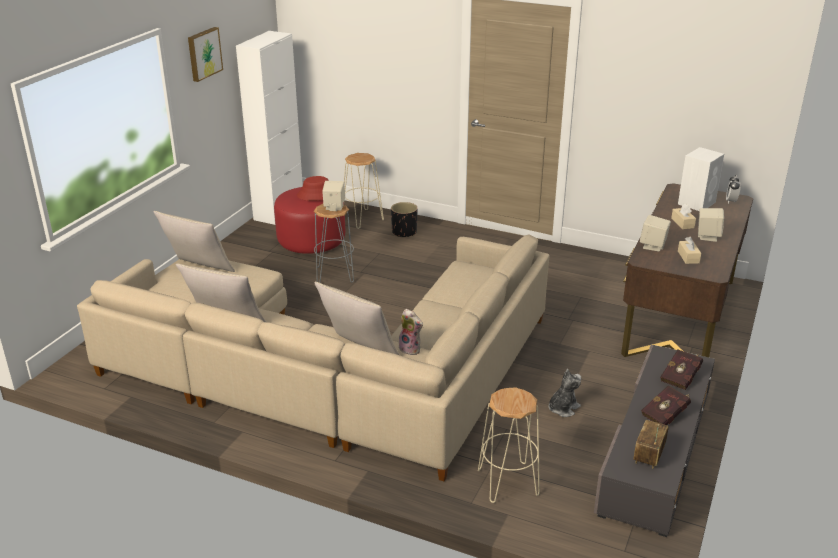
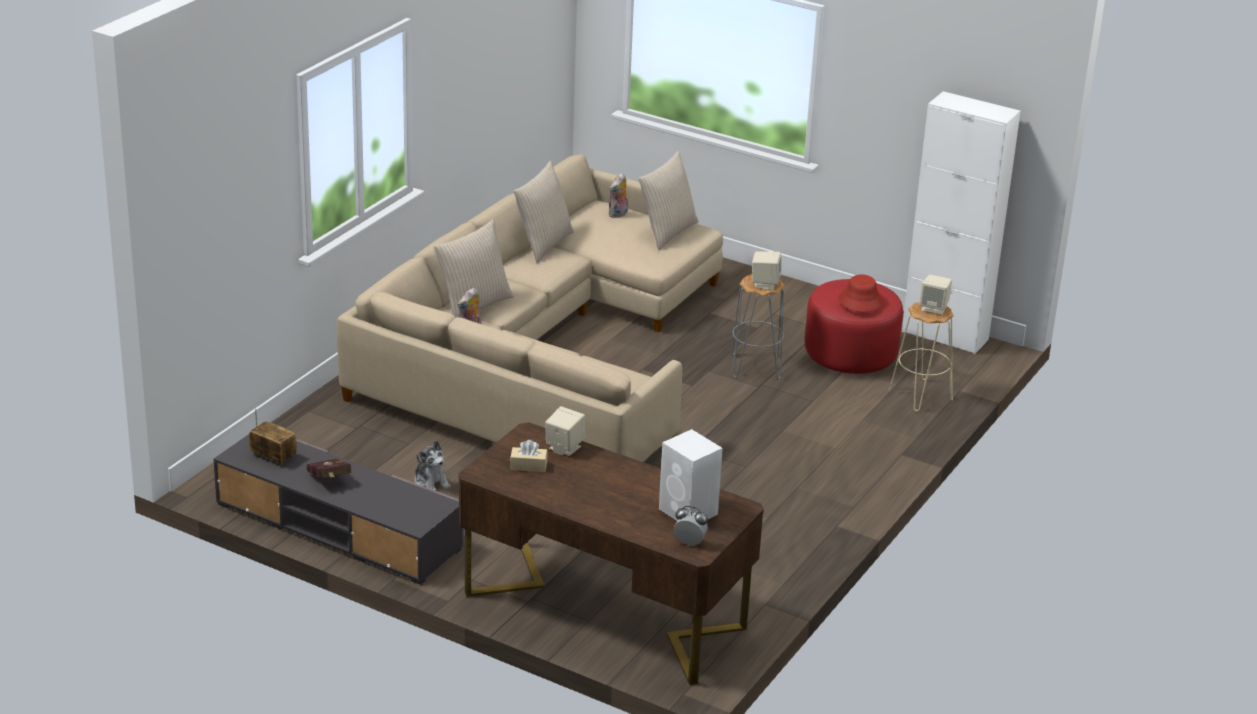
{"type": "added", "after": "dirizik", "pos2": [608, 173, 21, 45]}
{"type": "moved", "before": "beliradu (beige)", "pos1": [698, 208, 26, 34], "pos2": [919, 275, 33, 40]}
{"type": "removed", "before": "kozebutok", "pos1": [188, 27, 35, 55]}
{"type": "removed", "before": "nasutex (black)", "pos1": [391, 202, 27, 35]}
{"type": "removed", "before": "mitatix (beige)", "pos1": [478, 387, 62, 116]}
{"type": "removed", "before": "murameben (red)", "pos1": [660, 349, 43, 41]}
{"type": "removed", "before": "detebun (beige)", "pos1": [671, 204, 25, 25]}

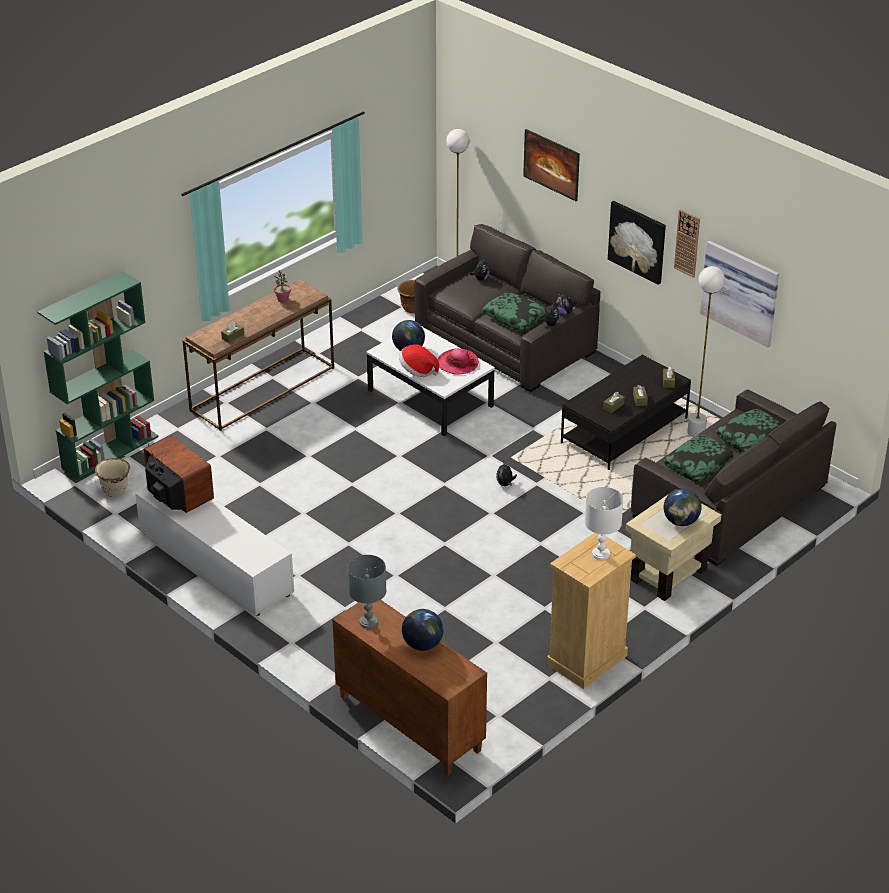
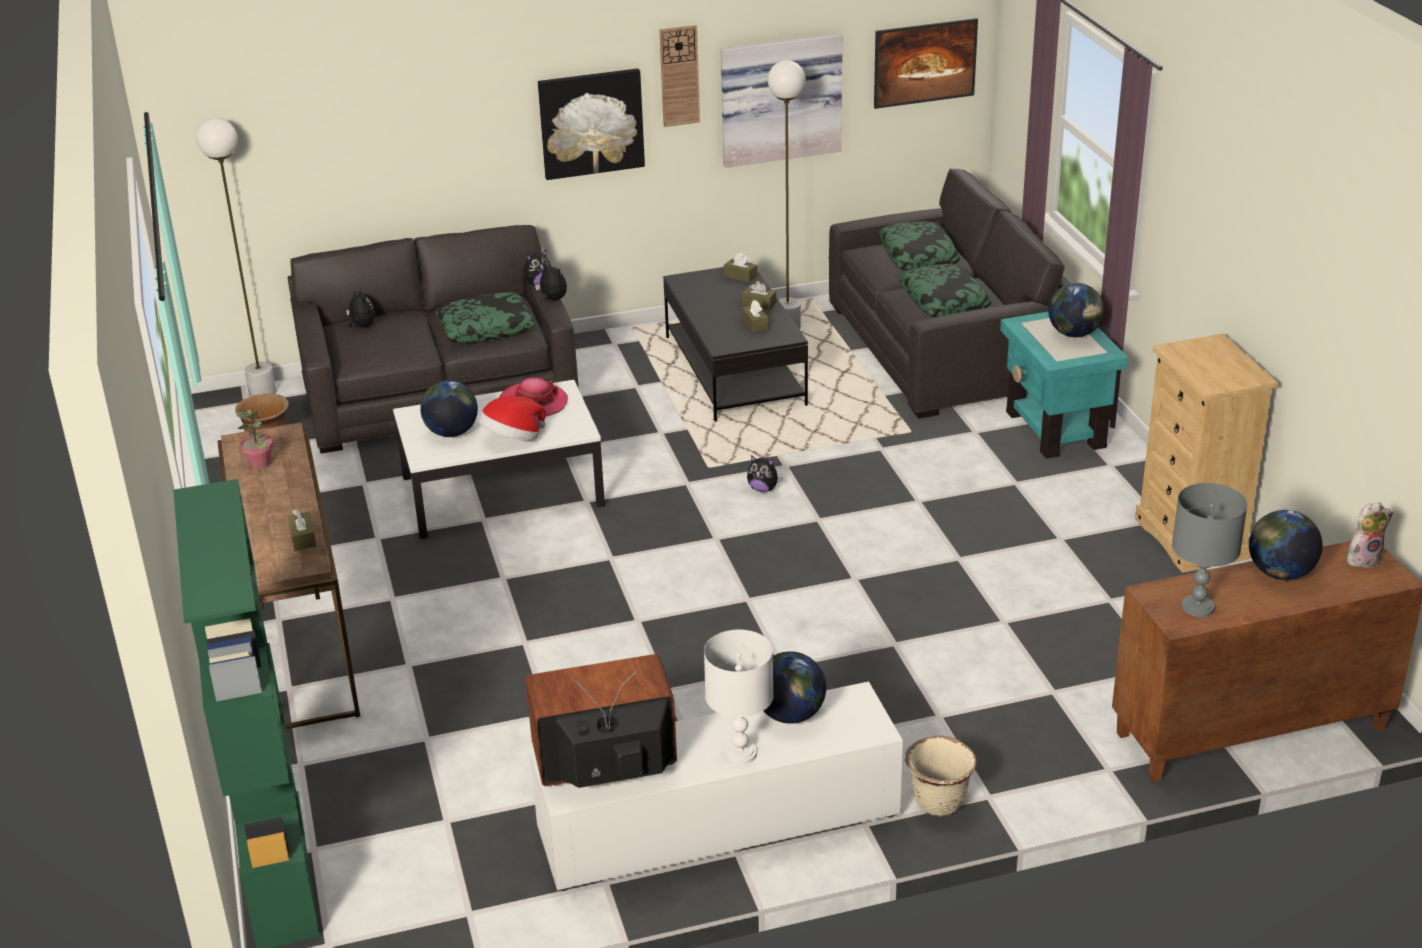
{"type": "moved", "before": "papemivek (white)", "pos1": [584, 487, 39, 73], "pos2": [704, 630, 70, 135]}
{"type": "added", "after": "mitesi", "pos2": [764, 651, 62, 73]}
{"type": "moved", "before": "kozebutok", "pos1": [523, 129, 57, 72], "pos2": [874, 18, 104, 91]}
{"type": "moved", "before": "nasutex (beige)", "pos1": [95, 458, 35, 39], "pos2": [905, 736, 72, 80]}
{"type": "recoloured", "before": "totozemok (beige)", "after": "totozemok (turquoise)", "pos1": [625, 489, 96, 112], "pos2": [1000, 312, 128, 147]}
{"type": "added", "after": "dirizik", "pos2": [1347, 502, 46, 68]}

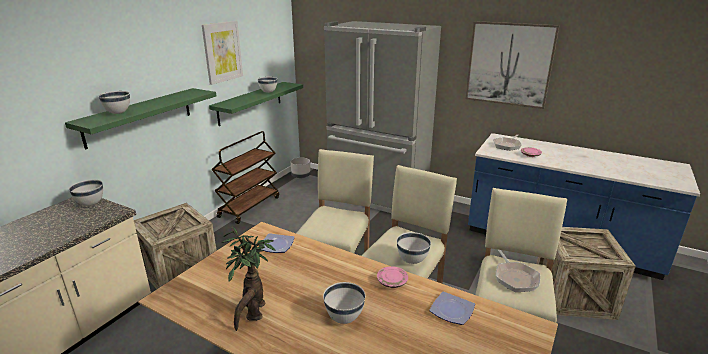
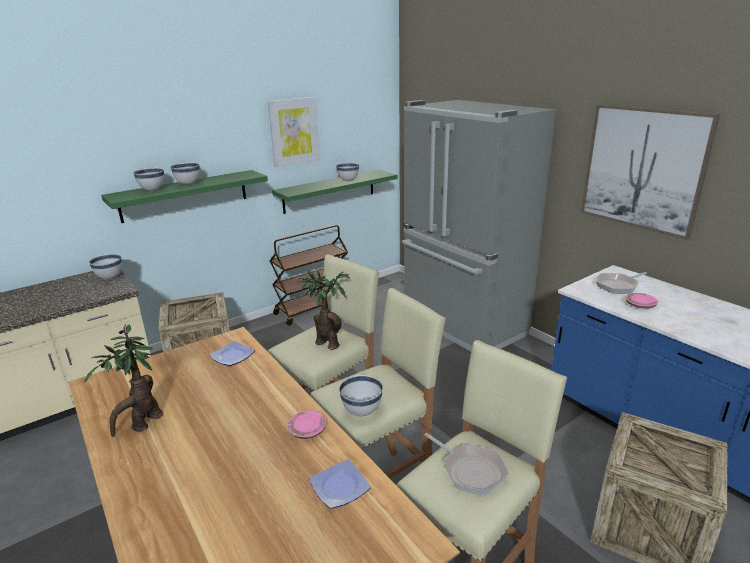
{"type": "moved", "before": "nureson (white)", "pos1": [323, 282, 42, 42], "pos2": [170, 162, 30, 23]}
{"type": "added", "after": "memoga", "pos2": [298, 270, 52, 80]}
{"type": "turned", "before": "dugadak", "pos1": [496, 249, 44, 43], "pos2": [425, 433, 84, 62], "turn": -60}
{"type": "removed", "before": "nasutex (grey)", "pos1": [291, 158, 20, 20]}

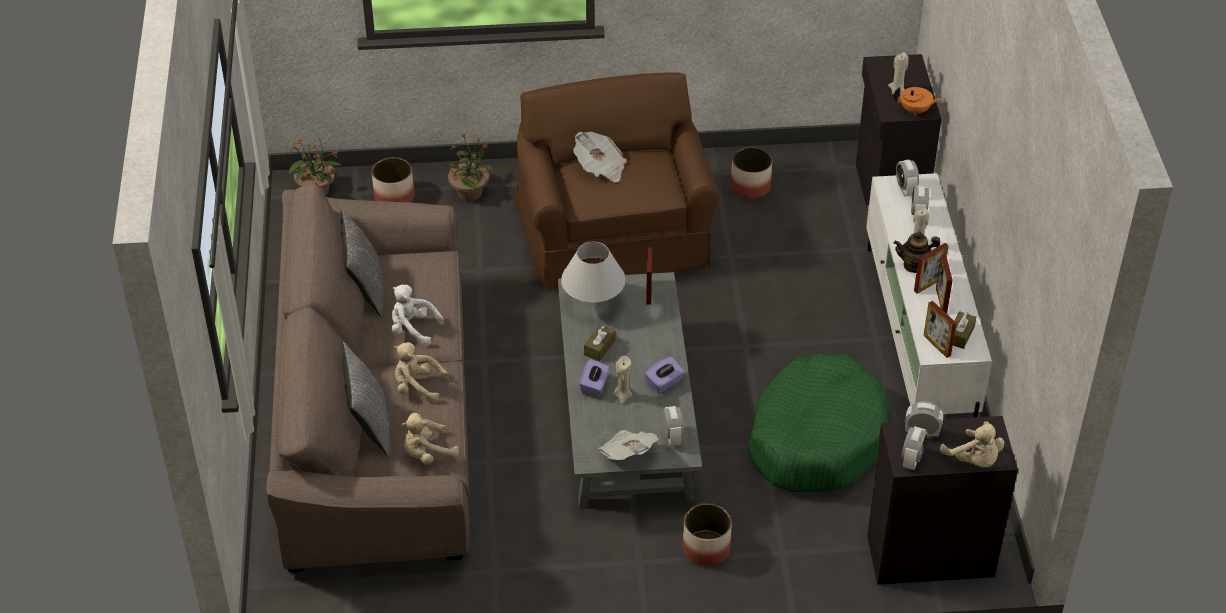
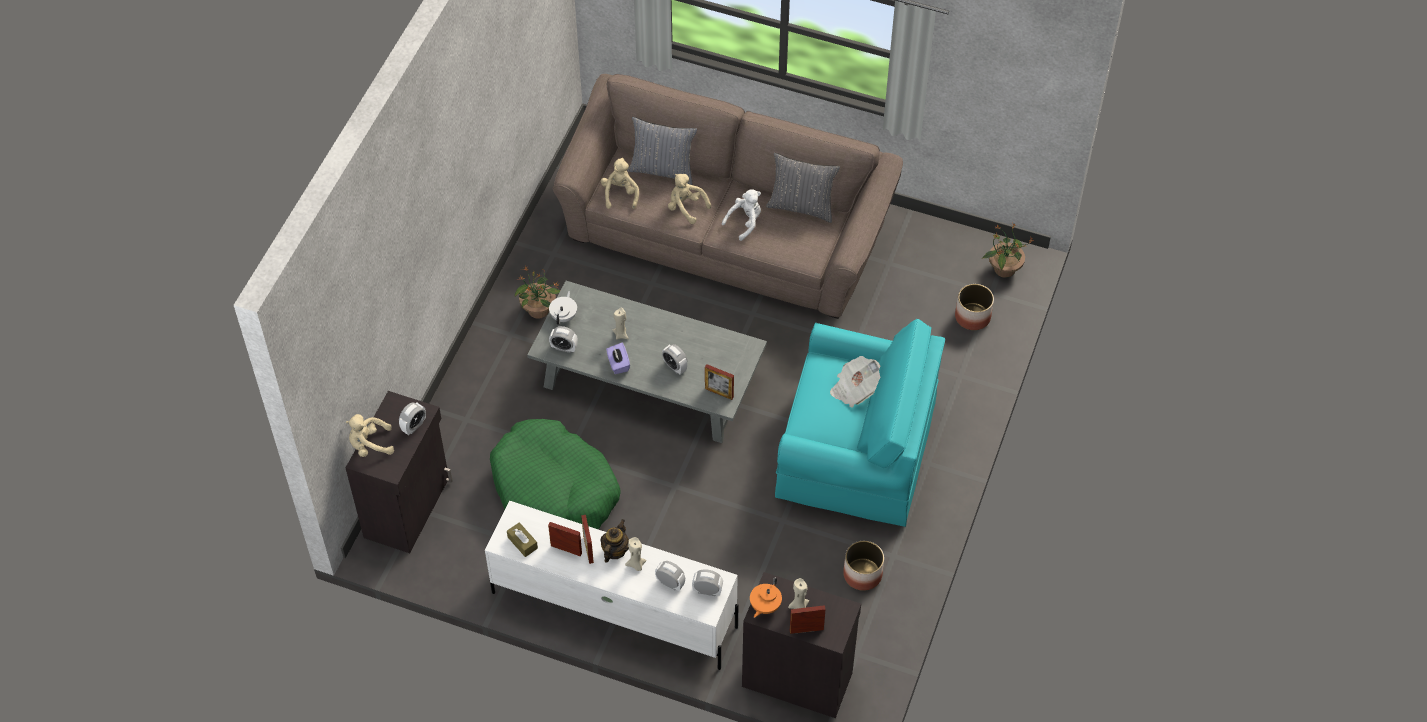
{"type": "moved", "before": "memoga", "pos1": [448, 134, 46, 67], "pos2": [515, 266, 45, 52]}
{"type": "replaced", "before": "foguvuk", "after": "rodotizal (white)", "pos1": [598, 430, 61, 30], "pos2": [549, 291, 28, 34]}
{"type": "moved", "before": "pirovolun", "pos1": [902, 426, 26, 44], "pos2": [662, 344, 25, 31]}
{"type": "turned", "before": "dirizik (beige)", "pos1": [394, 342, 54, 61], "pos2": [668, 174, 43, 50], "turn": -90}
{"type": "recoloured", "before": "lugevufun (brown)", "after": "lugevufun (turquoise)", "pos1": [514, 72, 205, 219], "pos2": [775, 319, 170, 208]}
{"type": "moved", "before": "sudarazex", "pos1": [923, 301, 33, 57], "pos2": [790, 605, 36, 29]}
{"type": "removed", "before": "papemivek (white)", "pos1": [561, 242, 65, 63]}
{"type": "removed", "before": "detebun (purple)", "pos1": [580, 359, 29, 38]}
{"type": "removed", "before": "detebun (brown)", "pos1": [584, 325, 31, 36]}
{"type": "removed", "before": "nasutex", "pos1": [683, 503, 49, 63]}

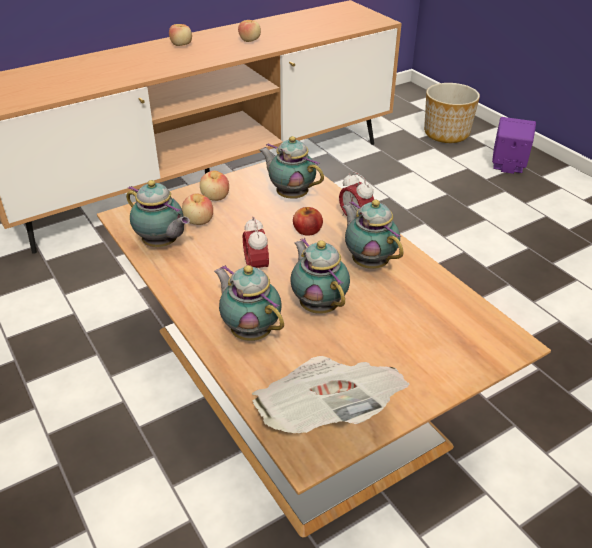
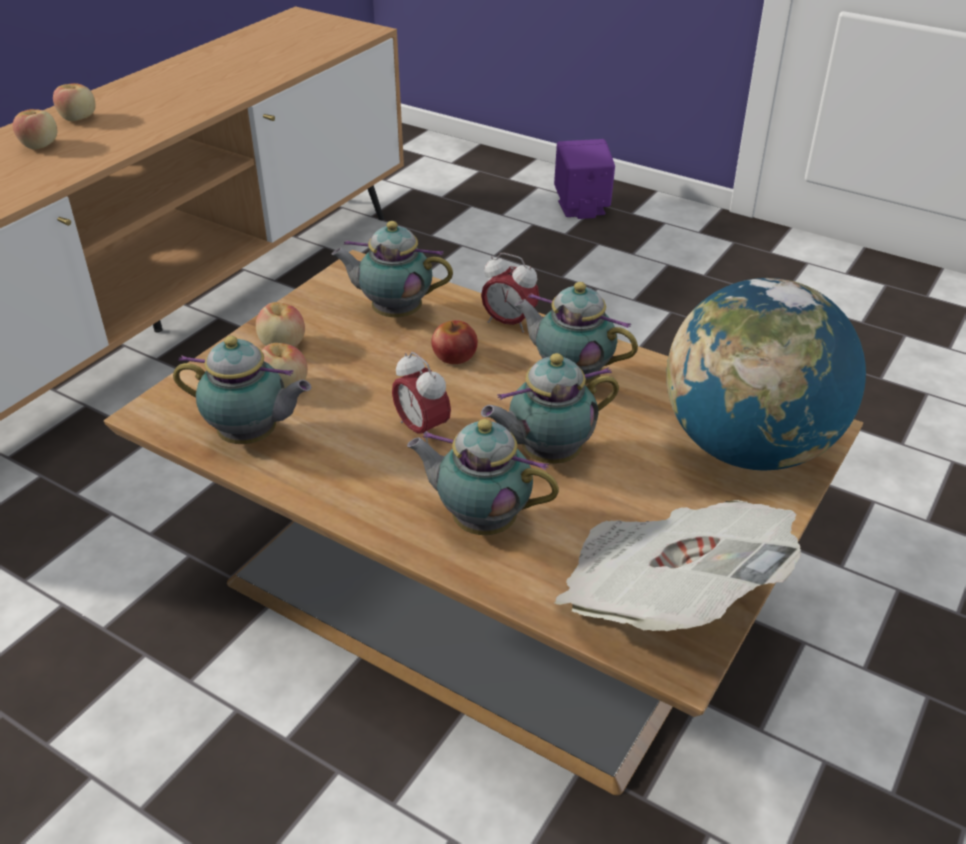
{"type": "moved", "before": "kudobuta", "pos1": [238, 20, 23, 22], "pos2": [13, 109, 44, 40]}
{"type": "turned", "before": "rodotizal", "pos1": [290, 238, 60, 76], "pos2": [481, 353, 138, 111], "turn": -60}
{"type": "added", "after": "mitesi", "pos2": [666, 278, 200, 193]}
{"type": "removed", "before": "nasutex", "pos1": [424, 83, 56, 60]}

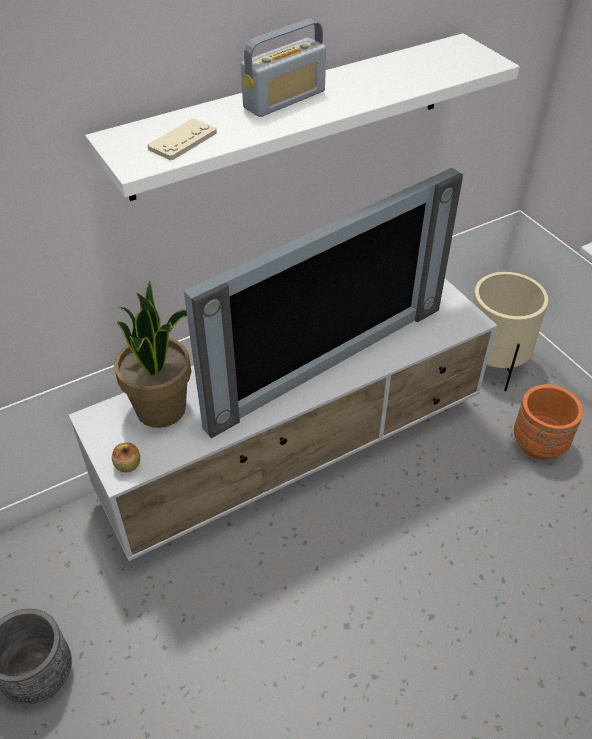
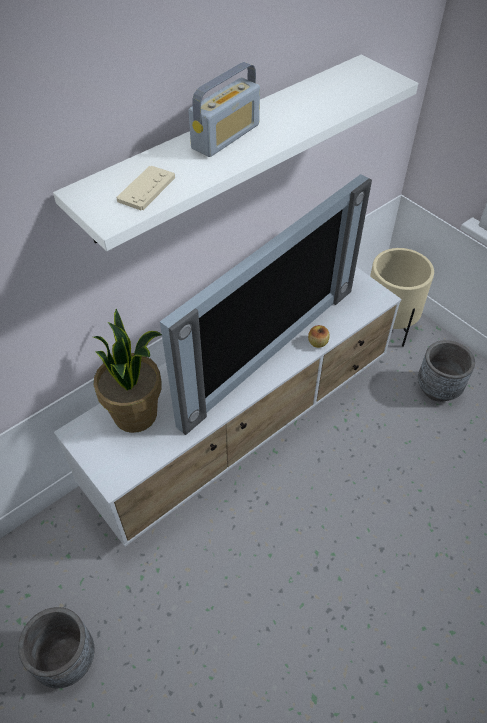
{"type": "moved", "before": "kudobuta", "pos1": [112, 443, 28, 29], "pos2": [308, 325, 22, 23]}
{"type": "recoloured", "before": "nasutex (orange)", "after": "nasutex (grey)", "pos1": [514, 384, 69, 76], "pos2": [418, 340, 57, 62]}

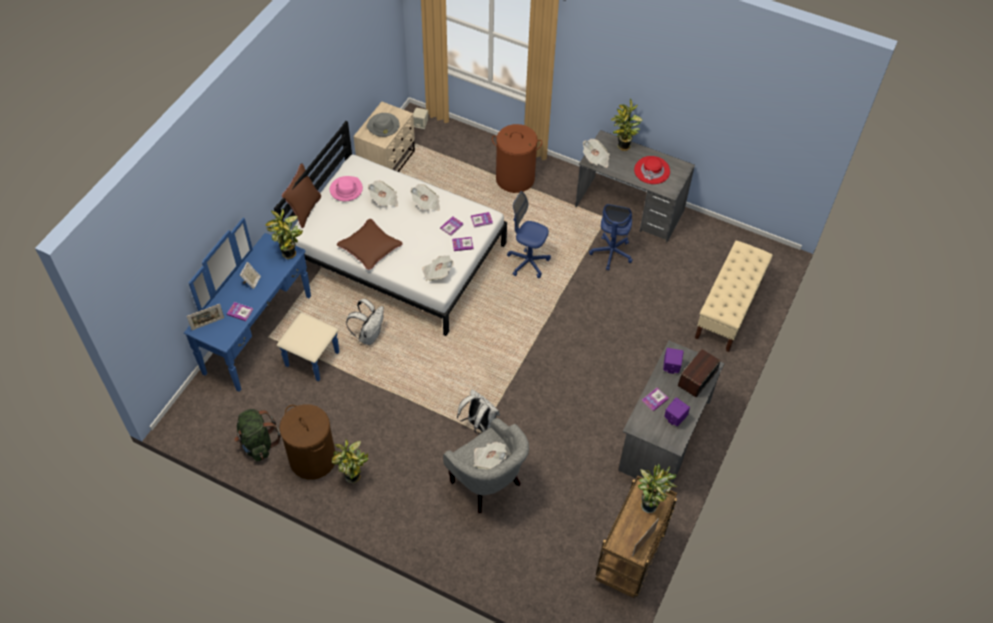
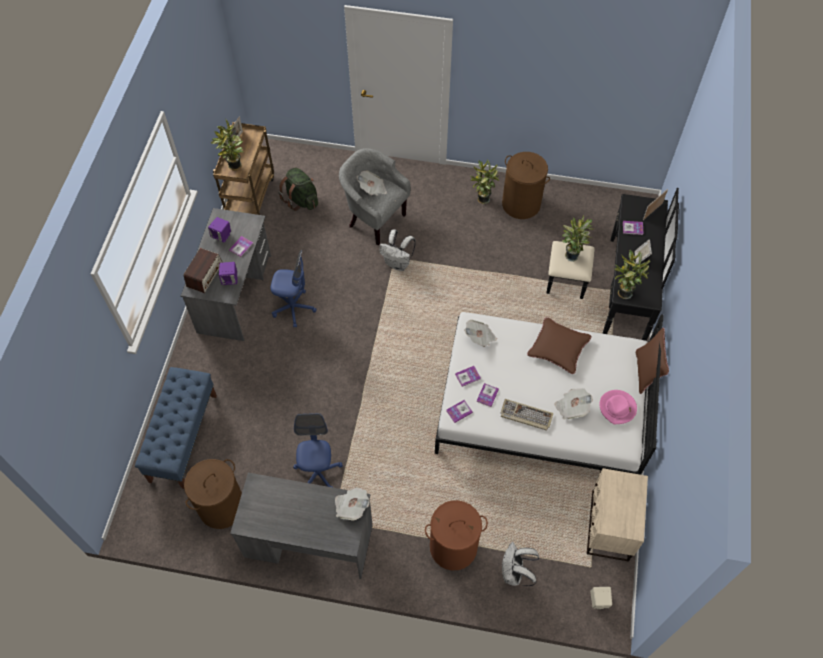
{"type": "recoloured", "before": "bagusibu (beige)", "after": "bagusibu (blue)", "pos1": [695, 241, 78, 111], "pos2": [135, 367, 82, 122]}
{"type": "added", "after": "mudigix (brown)", "pos2": [184, 459, 58, 70]}
{"type": "moved", "before": "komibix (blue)", "pos1": [507, 191, 44, 87], "pos2": [270, 250, 47, 78]}
{"type": "moved", "before": "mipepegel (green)", "pos1": [234, 409, 47, 53], "pos2": [279, 168, 39, 43]}
{"type": "replaced", "before": "foguvuk", "after": "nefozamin", "pos1": [410, 184, 30, 27], "pos2": [501, 399, 52, 32]}
{"type": "moved", "before": "mipepegel (white)", "pos1": [346, 299, 38, 46], "pos2": [501, 542, 39, 44]}
{"type": "recoloured", "before": "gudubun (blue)", "after": "gudubun (black)", "pos1": [184, 217, 155, 175], "pos2": [546, 188, 133, 153]}
{"type": "moved", "before": "memoga", "pos1": [610, 99, 32, 52], "pos2": [562, 215, 31, 47]}
{"type": "removed", "before": "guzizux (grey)", "pos1": [366, 113, 34, 24]}
{"type": "removed", "before": "guzizux (red)", "pos1": [634, 156, 36, 28]}

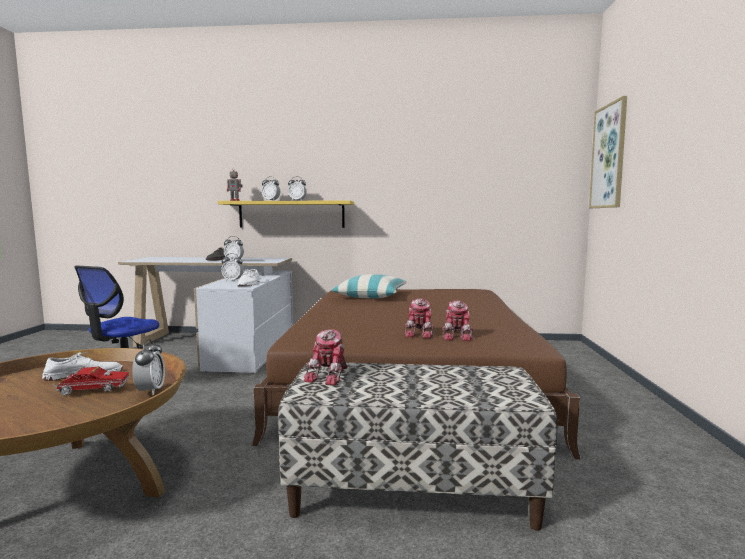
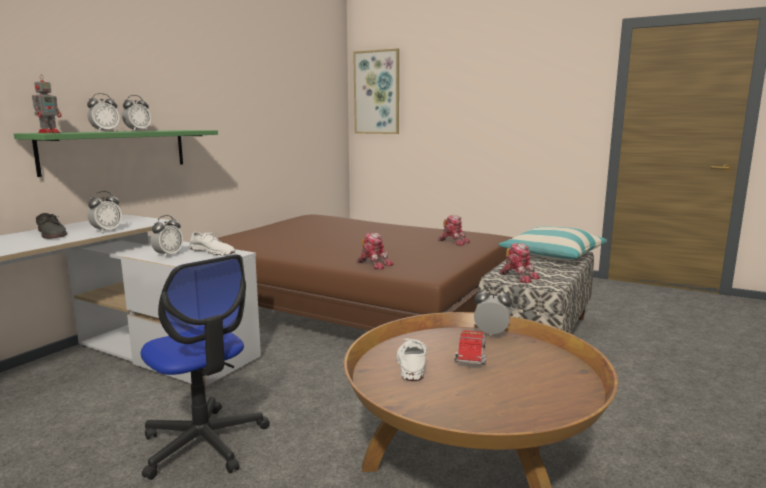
{"type": "recoloured", "before": "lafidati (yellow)", "after": "lafidati (green)", "pos1": [218, 201, 136, 27], "pos2": [14, 130, 204, 47]}
{"type": "moved", "before": "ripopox", "pos1": [404, 298, 30, 40], "pos2": [357, 233, 36, 37]}
{"type": "moved", "before": "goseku", "pos1": [332, 274, 75, 24], "pos2": [498, 227, 109, 33]}

